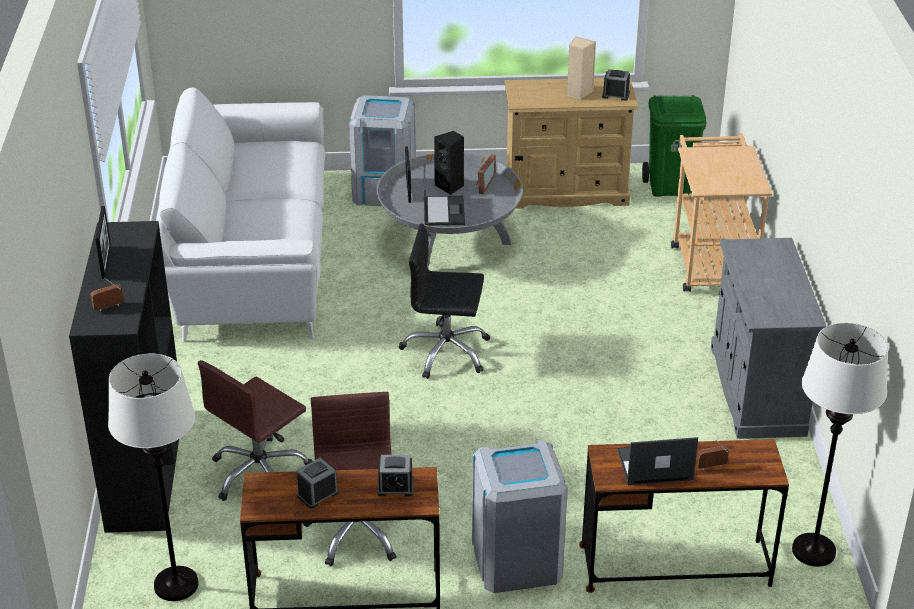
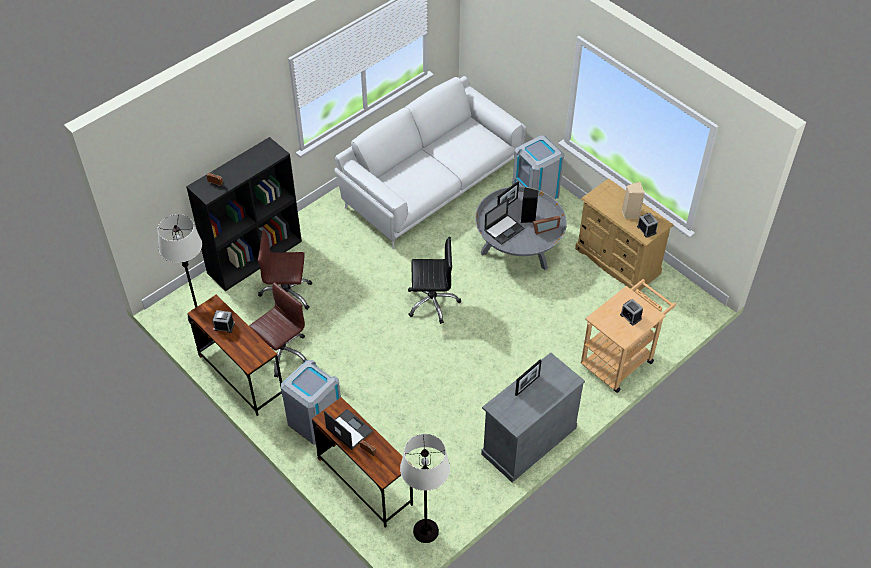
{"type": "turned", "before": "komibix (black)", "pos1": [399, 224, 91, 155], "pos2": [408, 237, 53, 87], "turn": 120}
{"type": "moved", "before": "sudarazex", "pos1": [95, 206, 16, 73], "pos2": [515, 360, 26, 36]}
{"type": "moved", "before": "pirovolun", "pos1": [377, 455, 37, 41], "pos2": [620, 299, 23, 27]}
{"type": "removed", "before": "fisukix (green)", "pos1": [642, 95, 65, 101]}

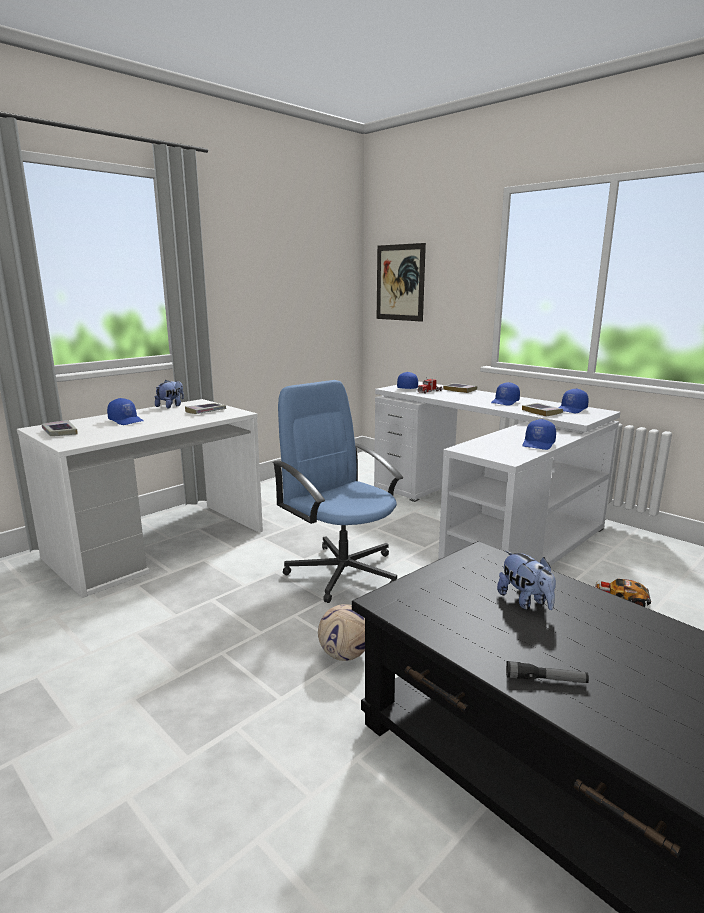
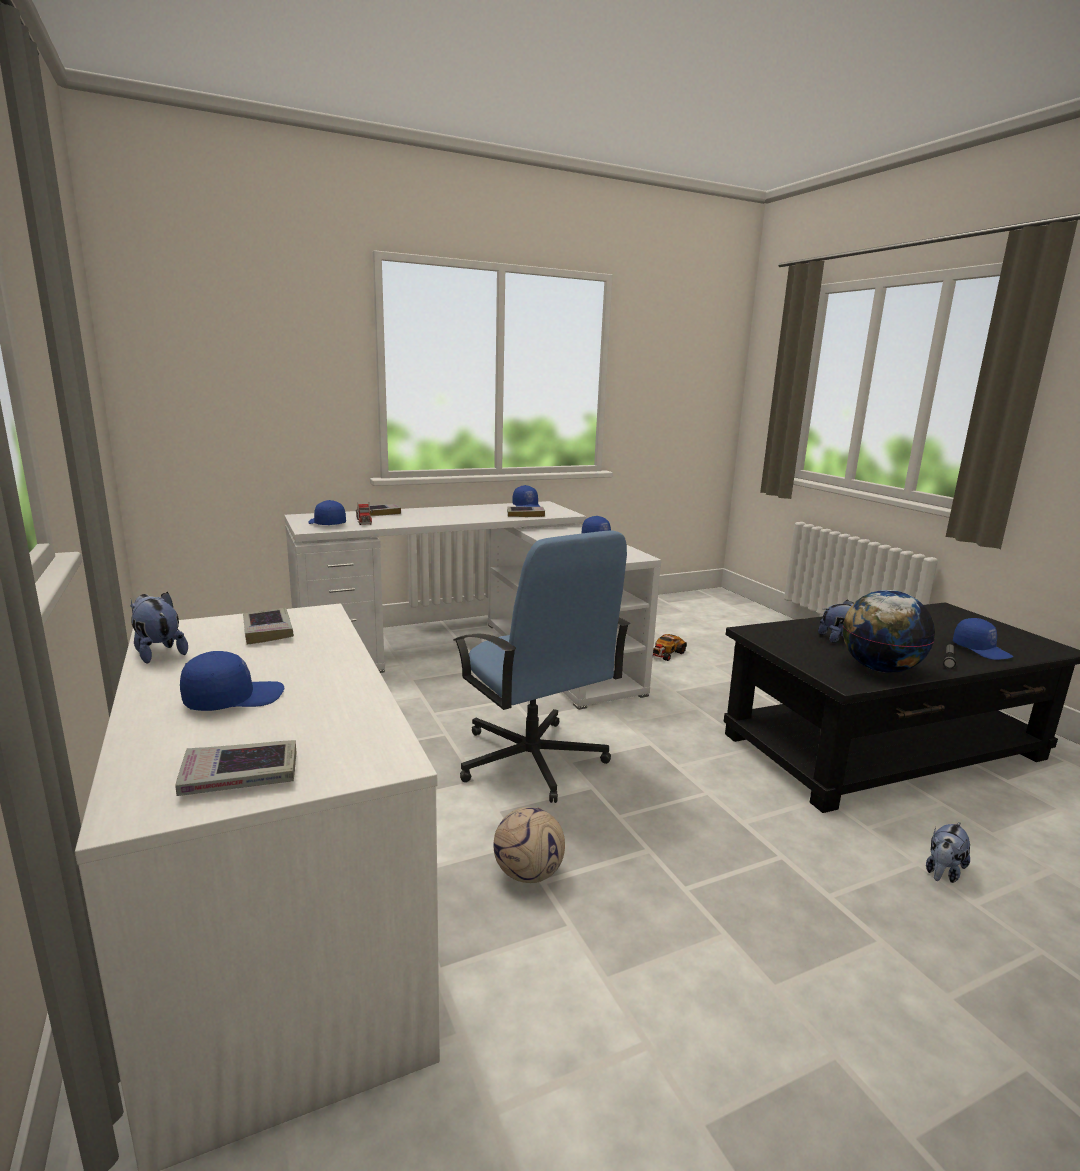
{"type": "turned", "before": "komibix (blue)", "pos1": [272, 380, 131, 223], "pos2": [453, 530, 177, 273], "turn": -105}
{"type": "moved", "before": "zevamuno", "pos1": [318, 604, 47, 57], "pos2": [494, 807, 71, 76]}
{"type": "added", "after": "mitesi", "pos2": [843, 590, 92, 83]}
{"type": "added", "after": "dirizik", "pos2": [926, 822, 44, 61]}
{"type": "moved", "before": "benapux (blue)", "pos1": [491, 382, 29, 24], "pos2": [953, 618, 61, 42]}
{"type": "removed", "before": "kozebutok", "pos1": [377, 243, 49, 79]}

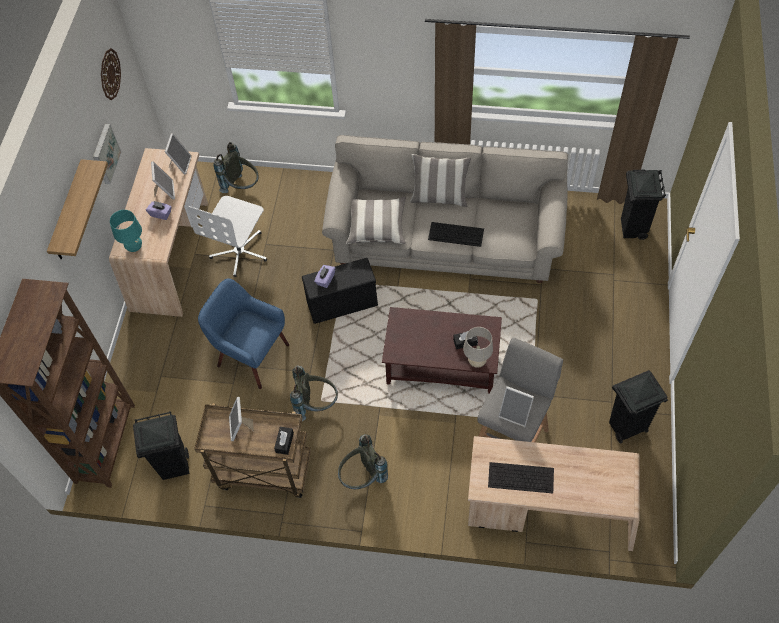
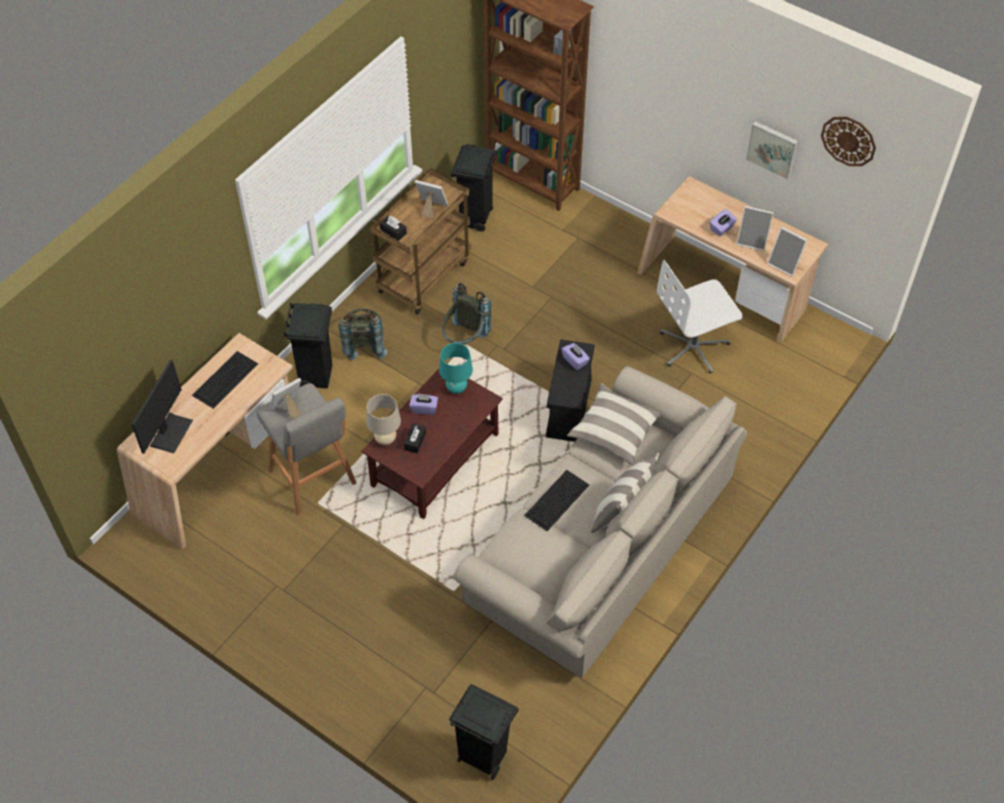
{"type": "added", "after": "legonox", "pos2": [132, 360, 61, 94]}
{"type": "moved", "before": "fisukix (black)", "pos1": [609, 370, 59, 74], "pos2": [283, 303, 49, 85]}
{"type": "added", "after": "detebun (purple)", "pos2": [409, 393, 29, 22]}
{"type": "moved", "before": "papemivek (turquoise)", "pos1": [110, 210, 32, 42], "pos2": [439, 343, 34, 51]}
{"type": "turned", "before": "komibix (white)", "pos1": [188, 196, 79, 81], "pos2": [657, 260, 86, 114], "turn": -75}
{"type": "removed", "before": "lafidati", "pos1": [47, 159, 61, 101]}
{"type": "removed", "before": "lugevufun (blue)", "pos1": [198, 278, 91, 111]}
{"type": "removed", "before": "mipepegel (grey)", "pos1": [213, 142, 45, 51]}

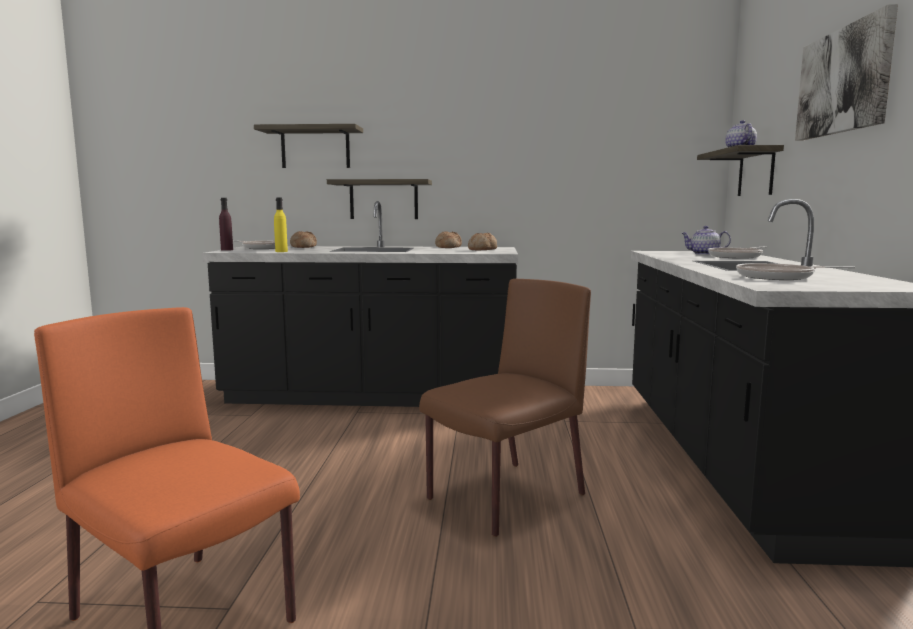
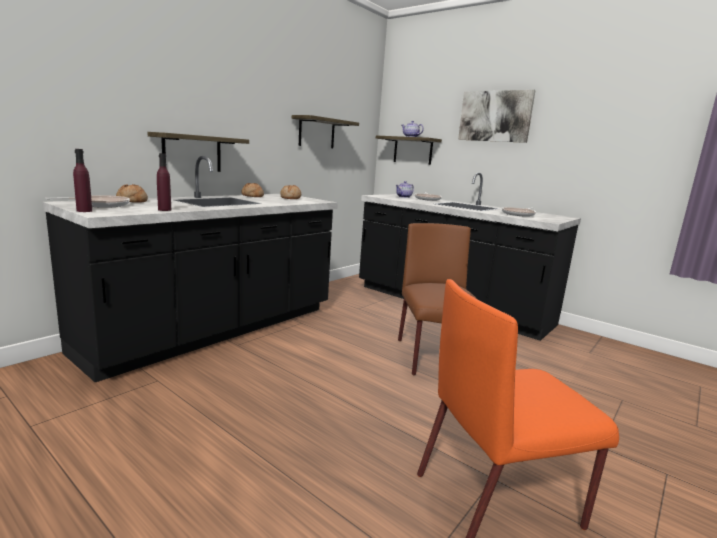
{"type": "recoloured", "before": "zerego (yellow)", "after": "zerego (purple)", "pos1": [274, 197, 14, 55], "pos2": [157, 153, 14, 58]}
{"type": "moved", "before": "lafidati", "pos1": [254, 124, 109, 44], "pos2": [292, 115, 67, 33]}

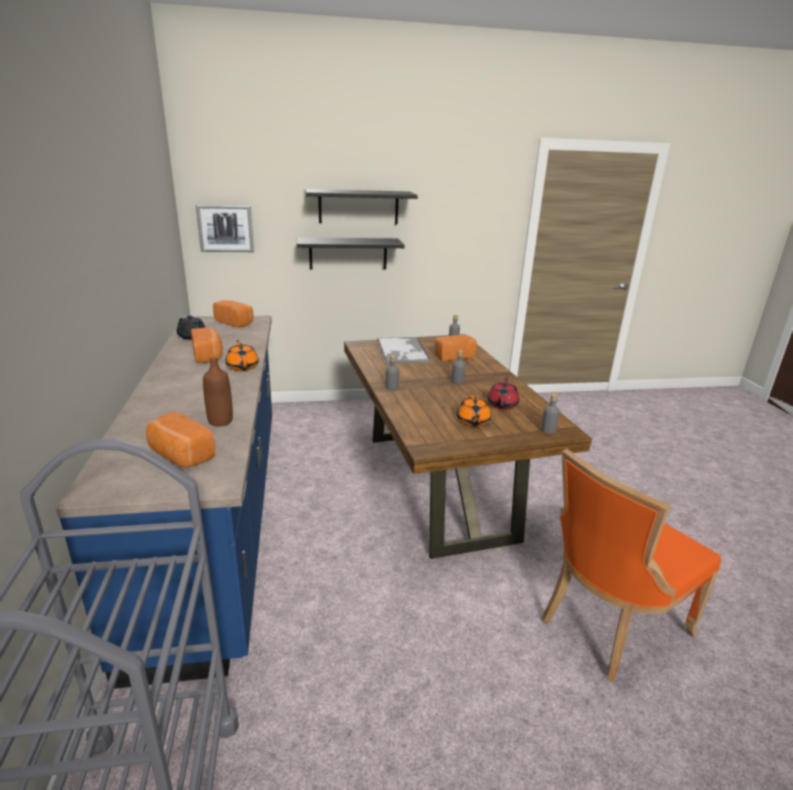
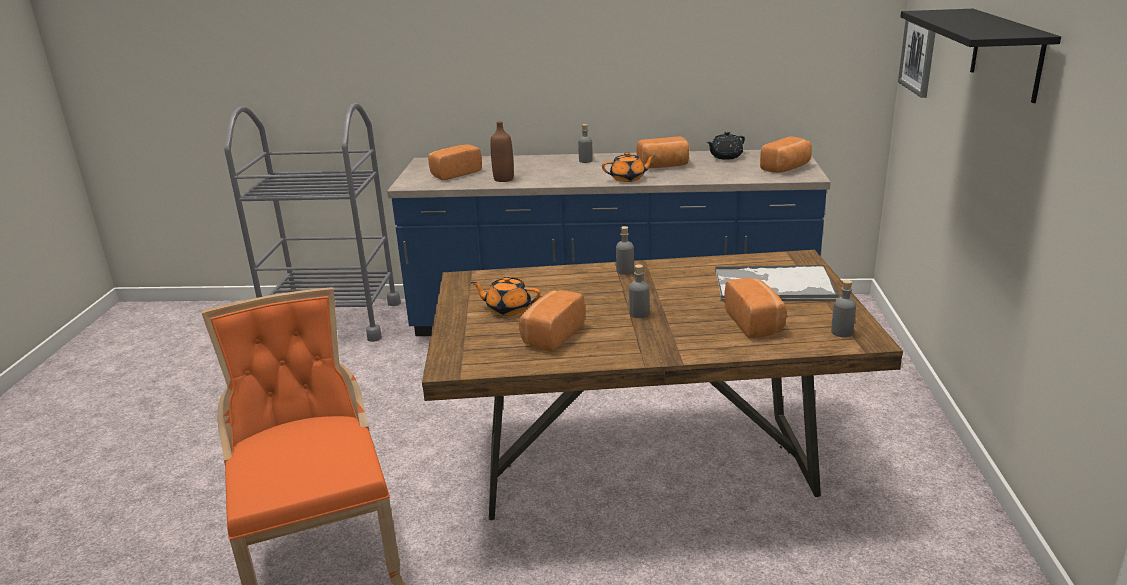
{"type": "replaced", "before": "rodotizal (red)", "after": "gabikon", "pos1": [487, 377, 32, 32], "pos2": [519, 290, 66, 62]}
{"type": "moved", "before": "zerego (grey)", "pos1": [541, 393, 18, 41], "pos2": [578, 124, 15, 39]}
{"type": "removed", "before": "lafidati (black)", "pos1": [297, 237, 108, 32]}

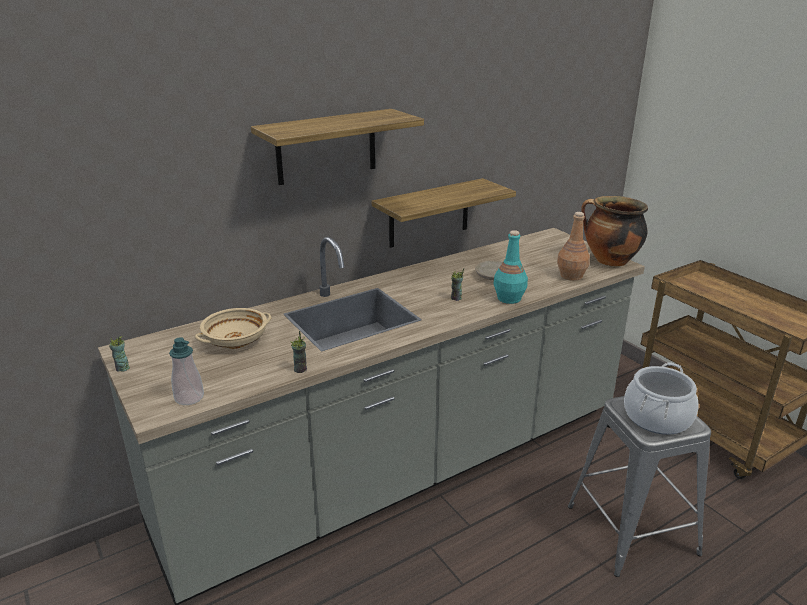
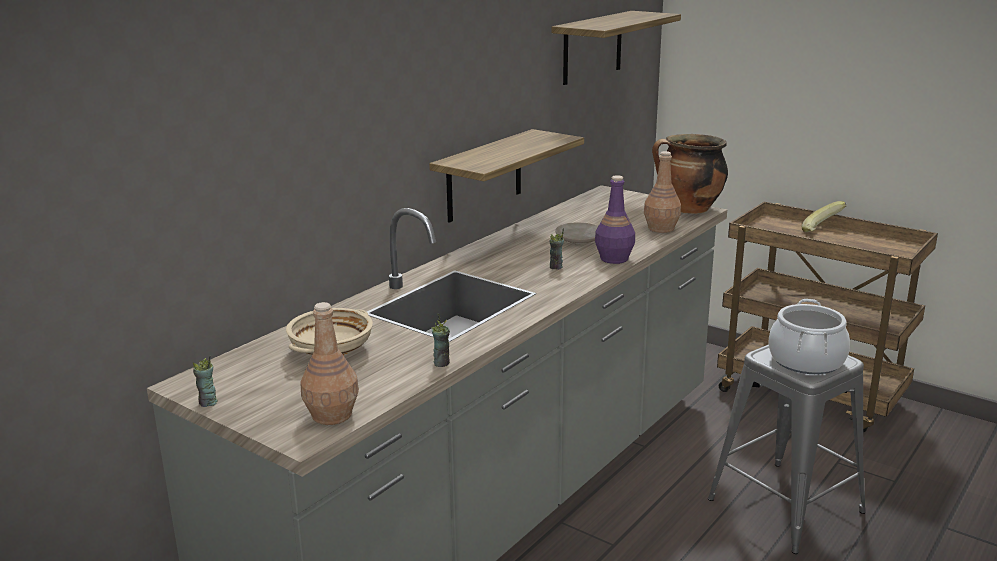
{"type": "replaced", "before": "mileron", "after": "zerego (brown)", "pos1": [169, 337, 35, 68], "pos2": [300, 302, 59, 123]}
{"type": "moved", "before": "lafidati", "pos1": [251, 109, 173, 76], "pos2": [551, 11, 130, 74]}
{"type": "recoloured", "before": "zerego (turquoise)", "after": "zerego (purple)", "pos1": [493, 230, 35, 74], "pos2": [595, 175, 40, 89]}
{"type": "added", "after": "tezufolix", "pos2": [801, 201, 45, 31]}

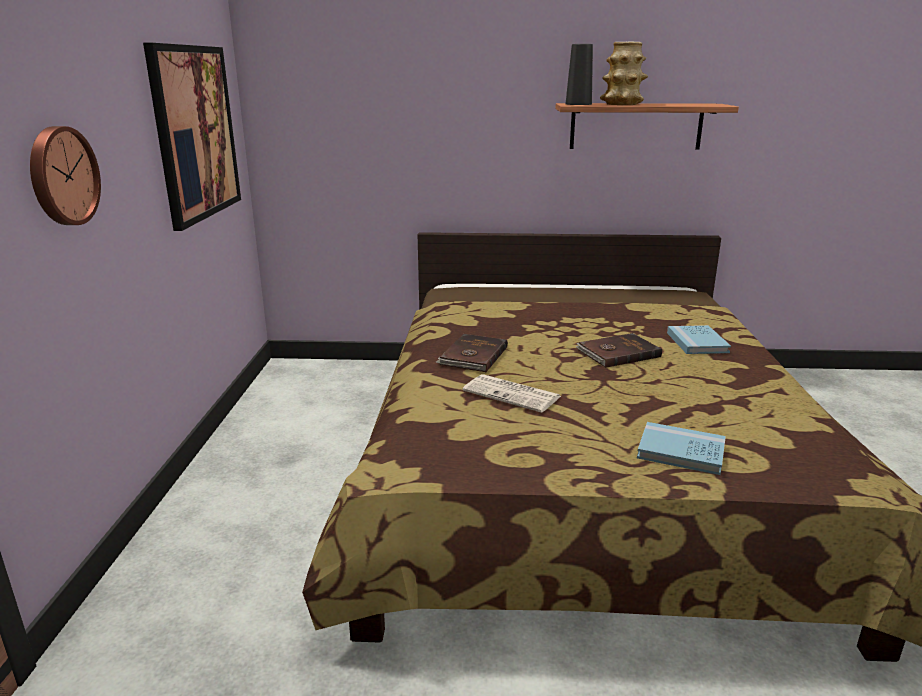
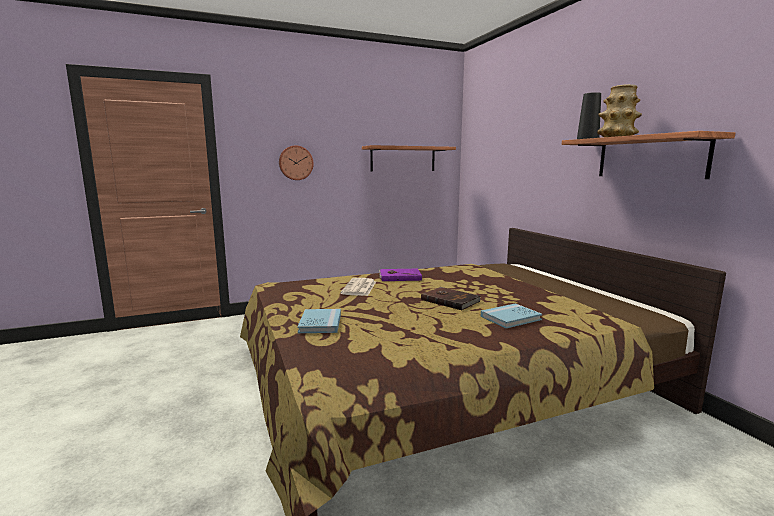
{"type": "replaced", "before": "kozebutok", "after": "lafidati", "pos1": [143, 43, 98, 188], "pos2": [362, 145, 94, 26]}
{"type": "recoloured", "before": "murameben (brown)", "after": "murameben (purple)", "pos1": [436, 334, 72, 38], "pos2": [379, 269, 43, 12]}

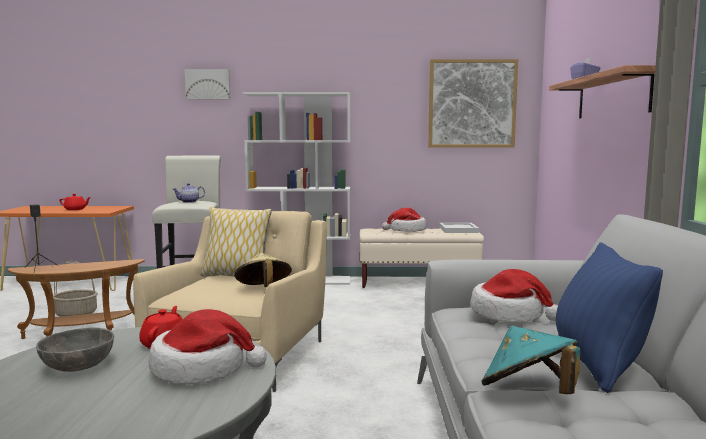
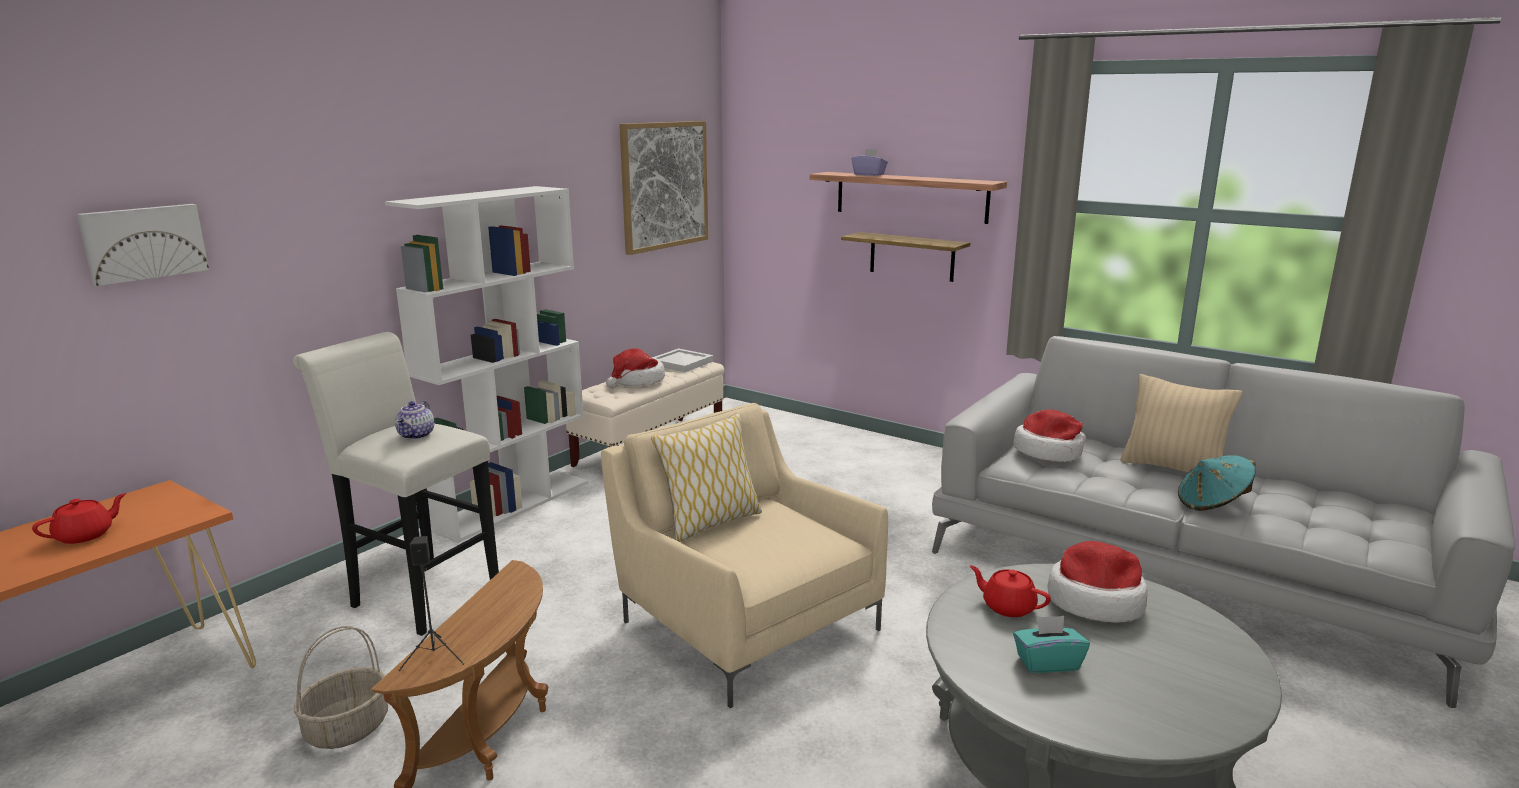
{"type": "moved", "before": "kozebutok", "pos1": [185, 69, 45, 30], "pos2": [77, 204, 132, 82]}
{"type": "added", "after": "lafidati", "pos2": [841, 232, 129, 50]}
{"type": "replaced", "before": "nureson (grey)", "after": "detebun (turquoise)", "pos1": [36, 328, 78, 44], "pos2": [1013, 616, 77, 57]}
{"type": "recoloured", "before": "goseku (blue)", "after": "goseku (beige)", "pos1": [556, 242, 107, 151], "pos2": [1120, 374, 122, 98]}
{"type": "removed", "before": "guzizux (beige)", "pos1": [234, 253, 58, 34]}

